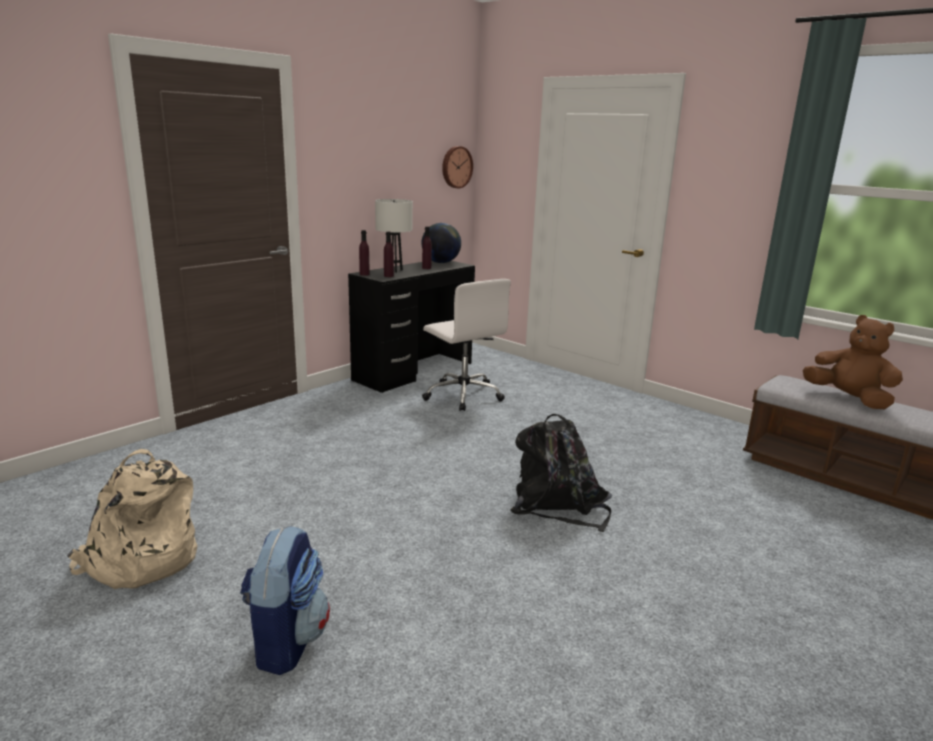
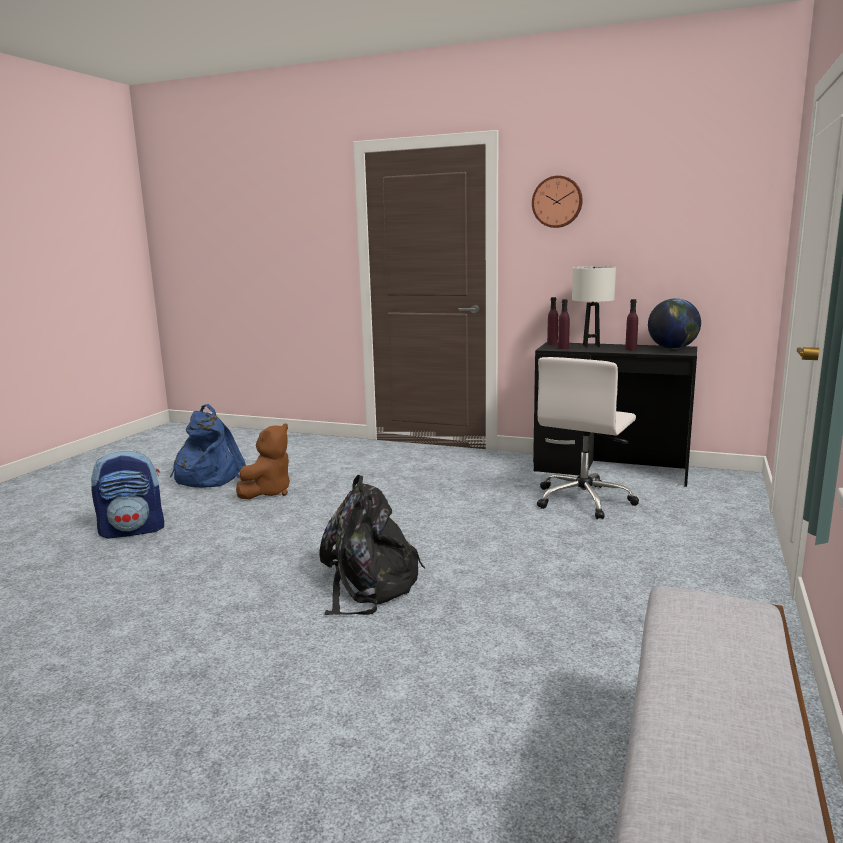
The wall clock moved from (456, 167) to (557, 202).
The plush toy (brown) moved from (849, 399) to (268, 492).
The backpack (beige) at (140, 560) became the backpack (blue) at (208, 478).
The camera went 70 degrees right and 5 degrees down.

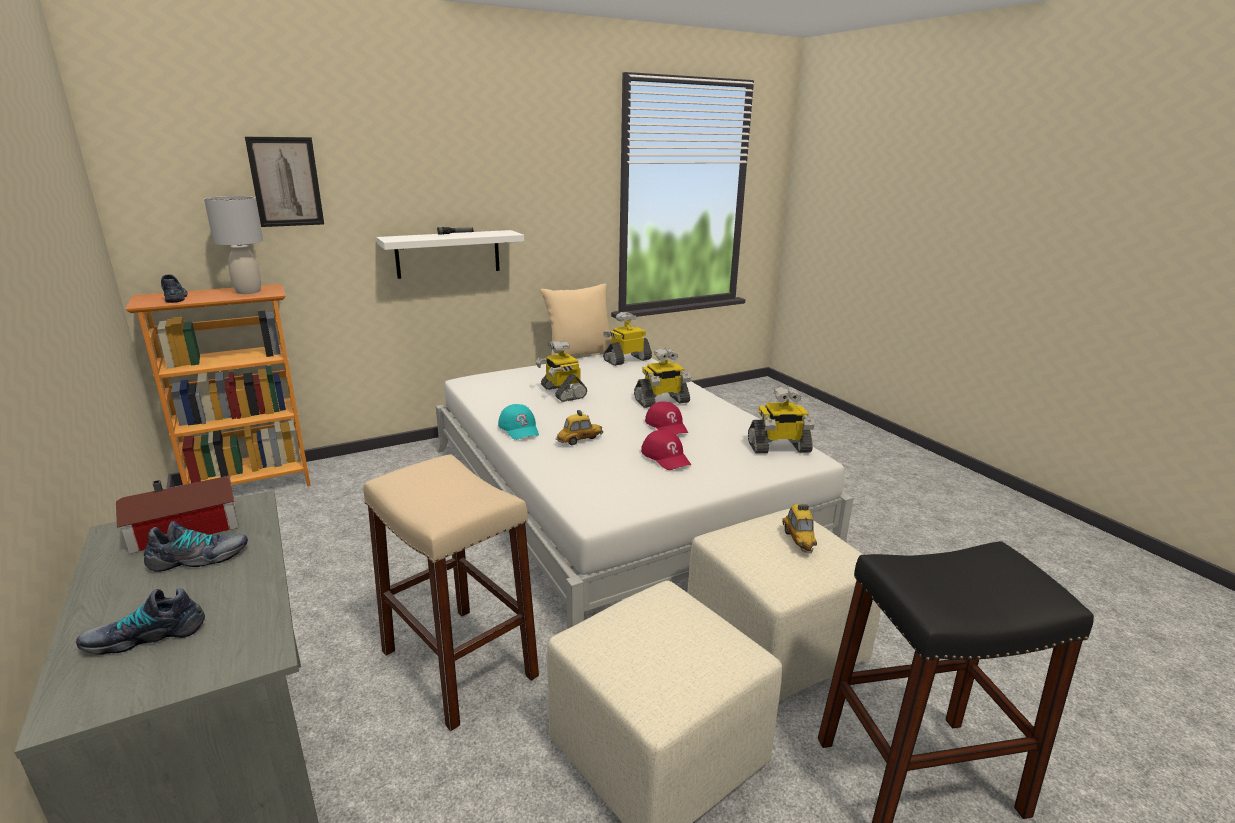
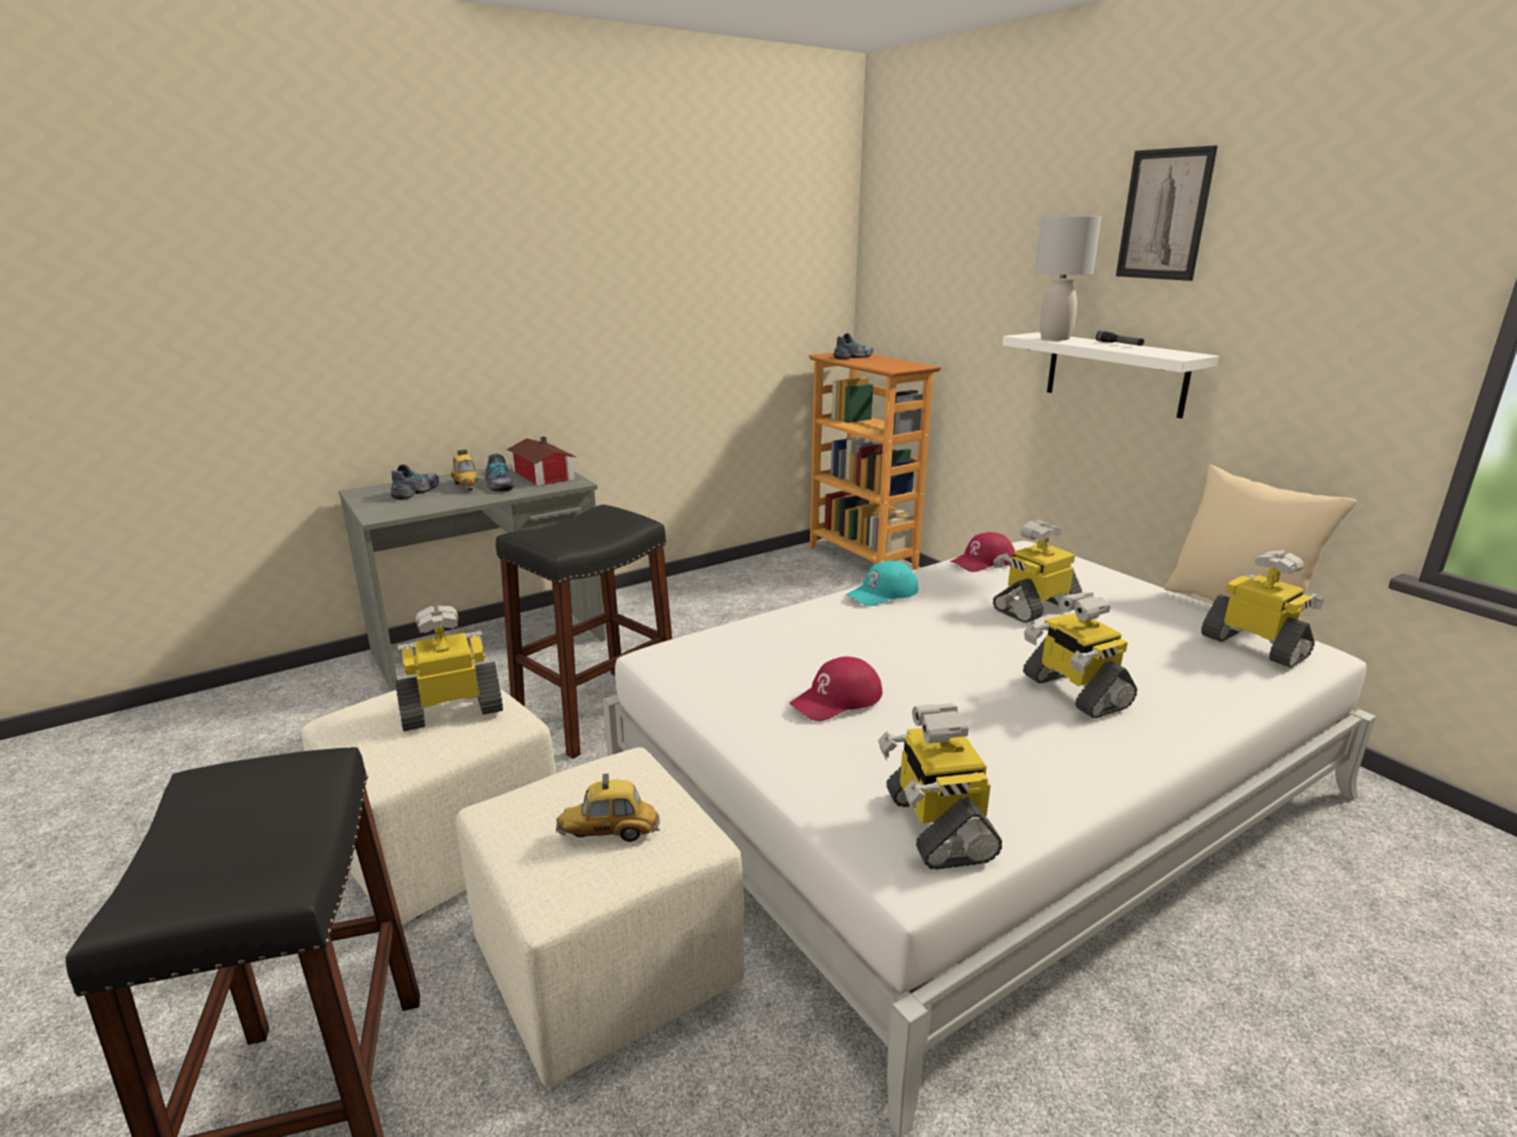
The picture moved from (286, 182) to (1164, 215).
The table lamp (grey) moved from (248, 291) to (1055, 338).
The cap (red) moved from (667, 425) to (983, 561).
The toy car moved from (580, 440) to (466, 486).
The stool (beige) at (458, 663) became the stool (black) at (597, 711).
The shoe at (146, 636) turned 45 degrees clockwise.
The toy robot at (452, 710) appeared.
The camera went 85 degrees right and 0 degrees up.

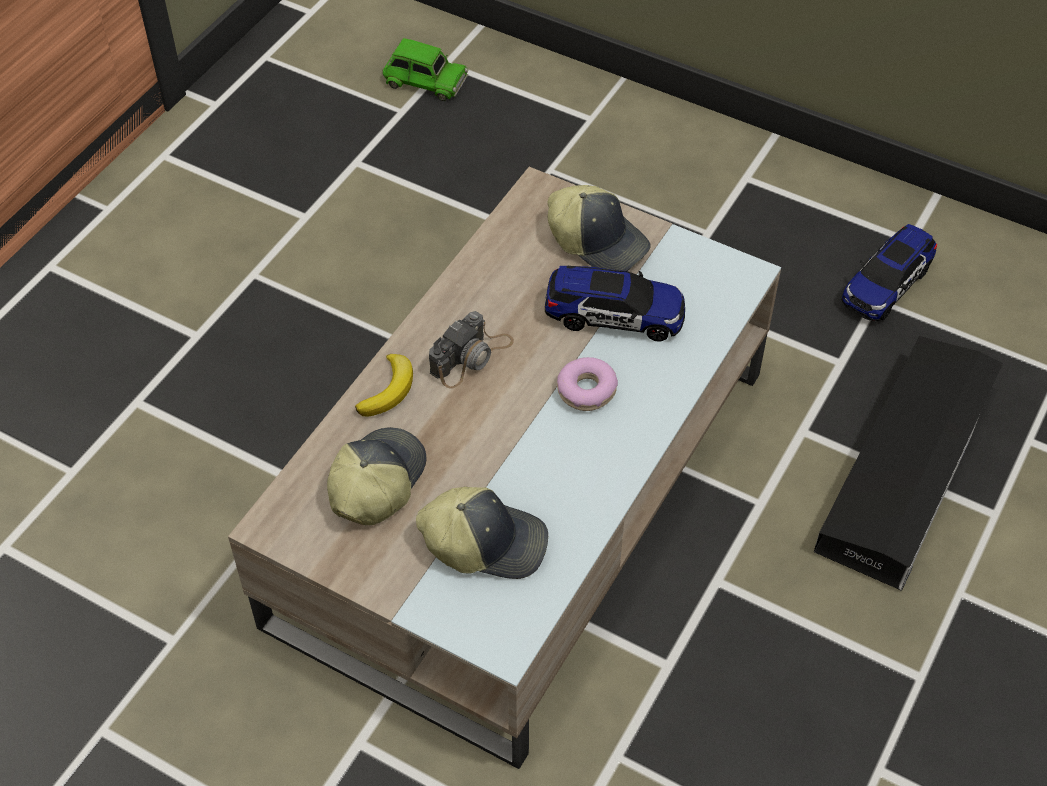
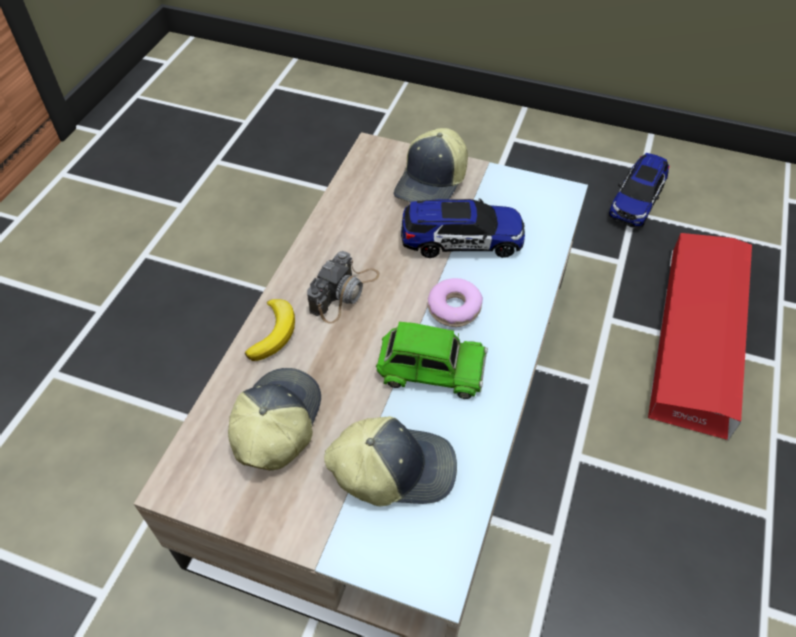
The toy car (green) moved from (424, 80) to (430, 368).
The cap at (598, 241) turned 90 degrees clockwise.
The storage box (black) at (908, 467) became the storage box (red) at (698, 336).
The camera went 10 degrees left and 0 degrees up.

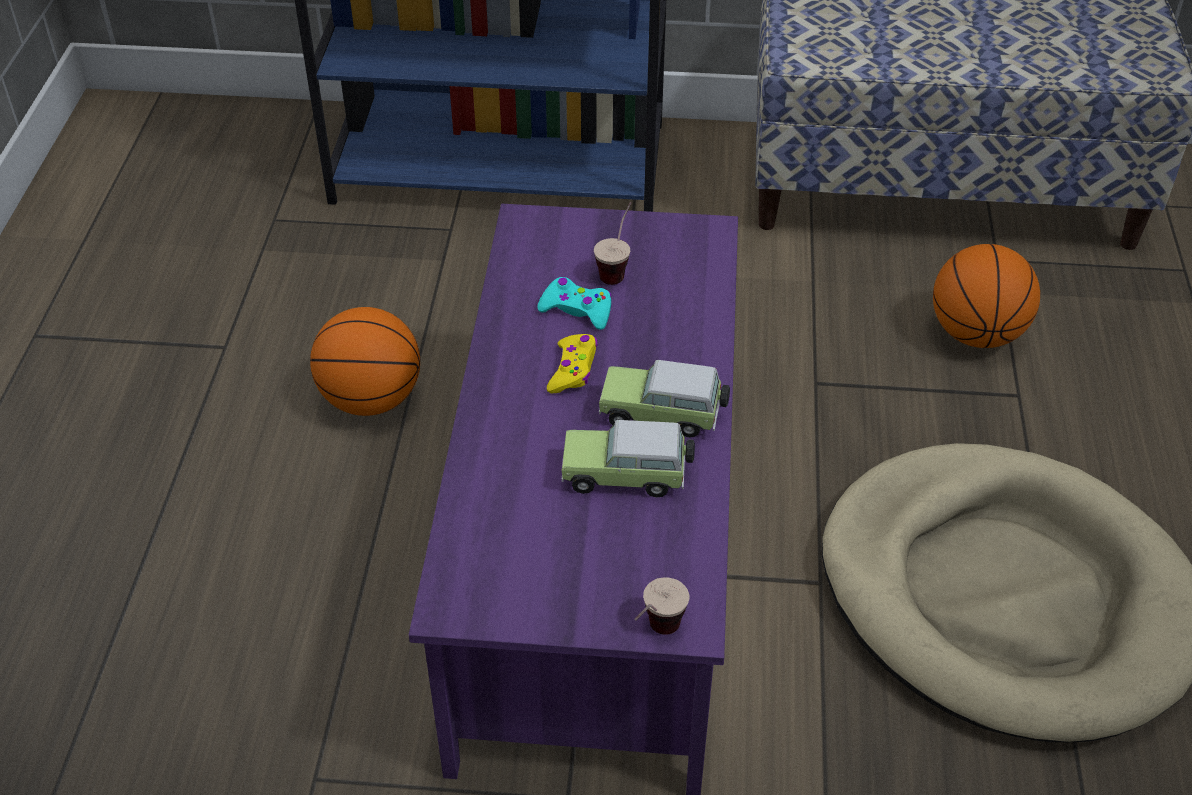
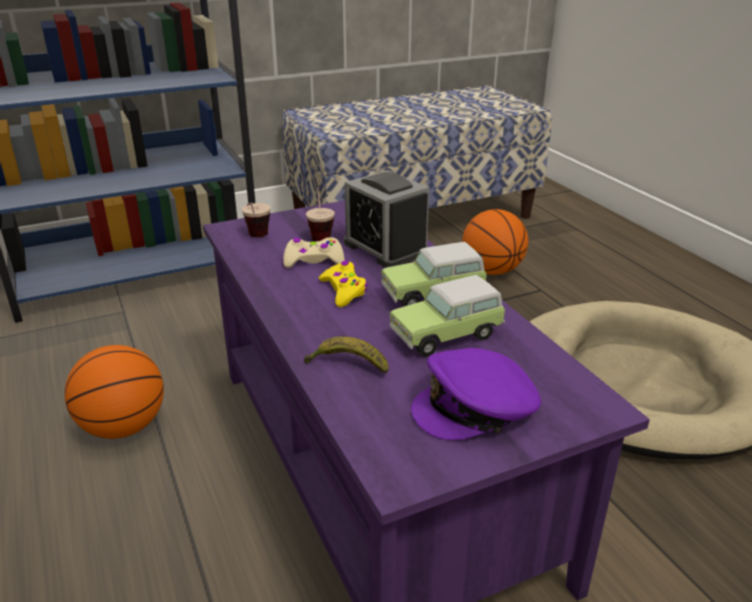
The game controller (turquoise) at (577, 310) became the game controller (beige) at (313, 260).
The cup moved from (655, 636) to (256, 239).
The alarm clock at (386, 248) appeared.
The banana at (347, 365) appeared.
The cap (purple) at (477, 407) appeared.
The camera went 30 degrees left and 15 degrees down.

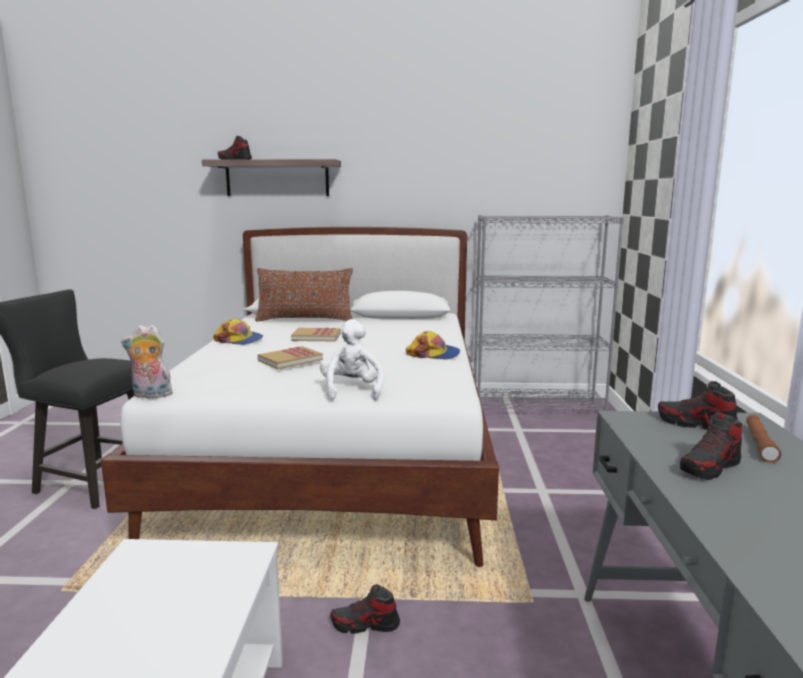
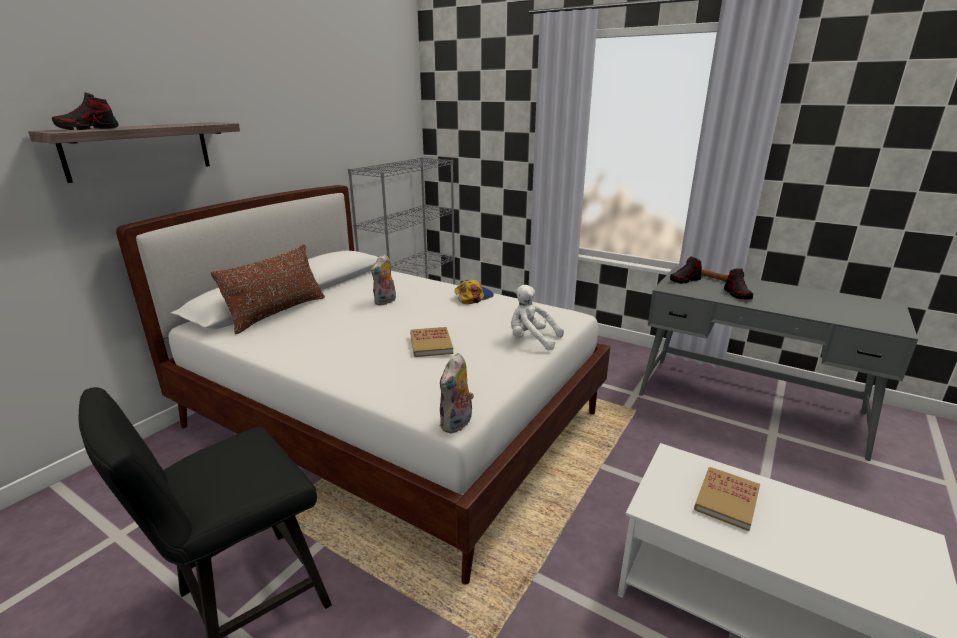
The cap at (239, 340) disappeared.
The book moved from (316, 337) to (726, 500).
The shoe at (365, 625) disappeared.
The plush toy at (385, 302) appeared.
The camera went 60 degrees left and 10 degrees up.

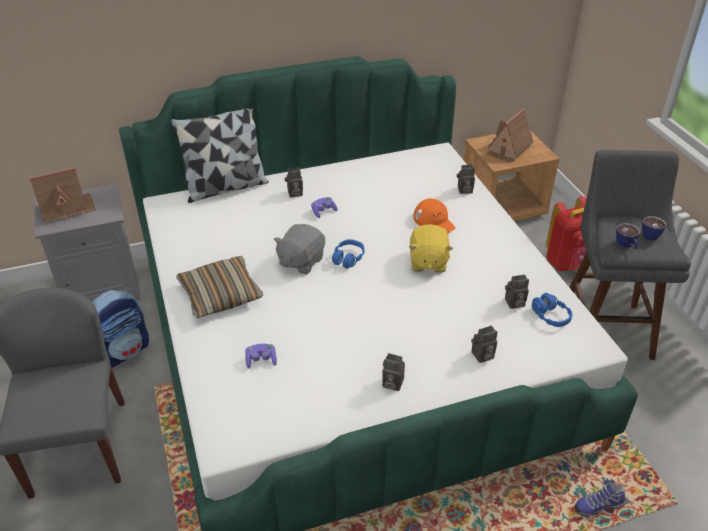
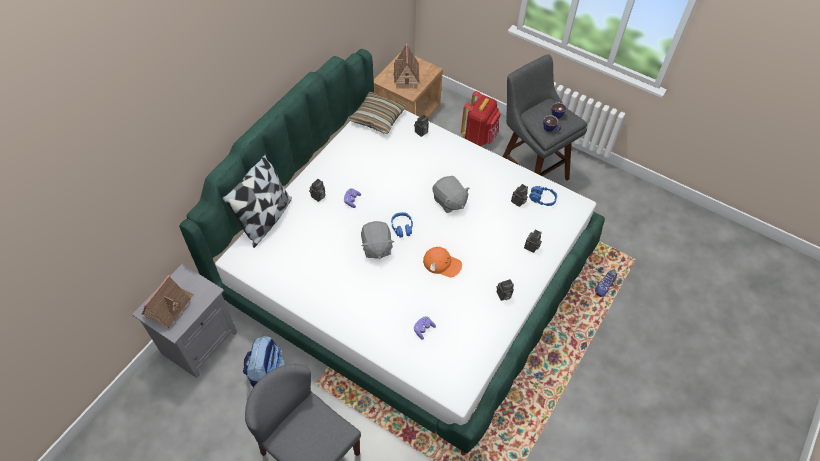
The cap (orange) moved from (434, 222) to (442, 263).
The plush toy (yellow) at (427, 262) became the plush toy (grey) at (449, 201).
The pillow moved from (220, 294) to (378, 118).
The camera went 40 degrees left and 15 degrees up.

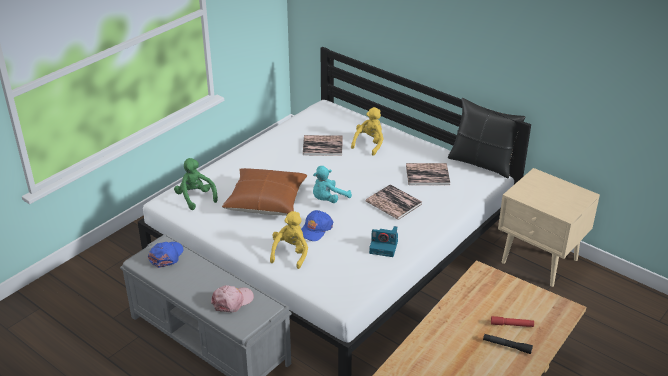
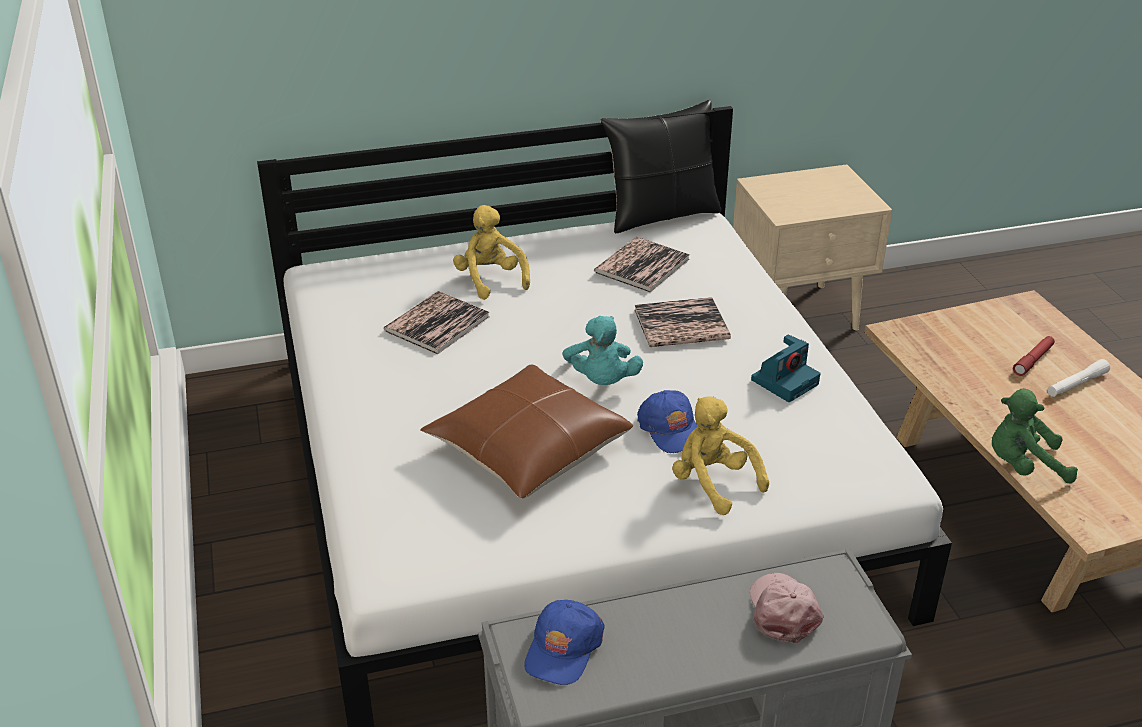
The plush toy (green) moved from (195, 197) to (1023, 466).
The cap (blue) at (166, 256) turned 120 degrees counterclockwise.
The flashlight (black) at (507, 346) became the flashlight (white) at (1076, 384).
The camera went 55 degrees left and 0 degrees up.

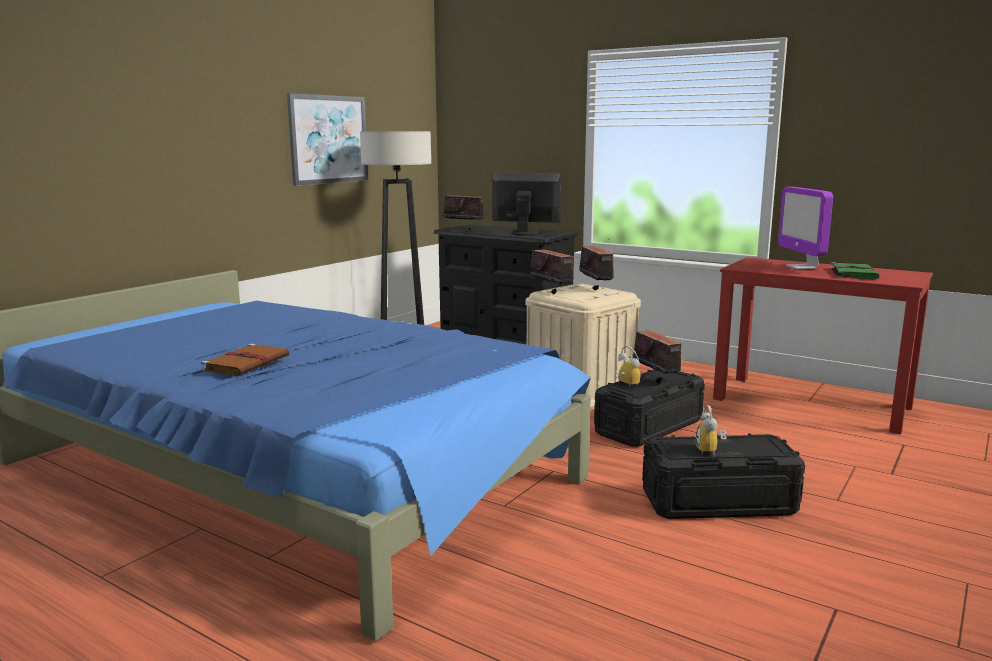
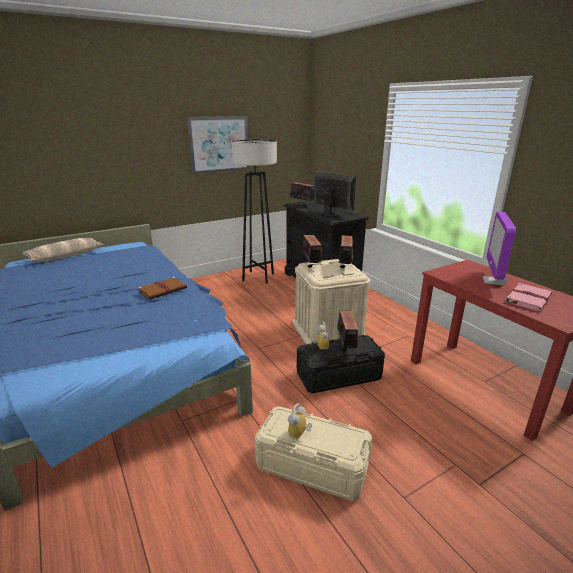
The book (green) at (853, 274) became the book (pink) at (528, 298).
The book (brown) moved from (247, 363) to (163, 289).
The storage box (black) at (718, 502) became the storage box (beige) at (312, 466).
The pillow at (65, 256) appeared.
The camera went 25 degrees right and 10 degrees up.

